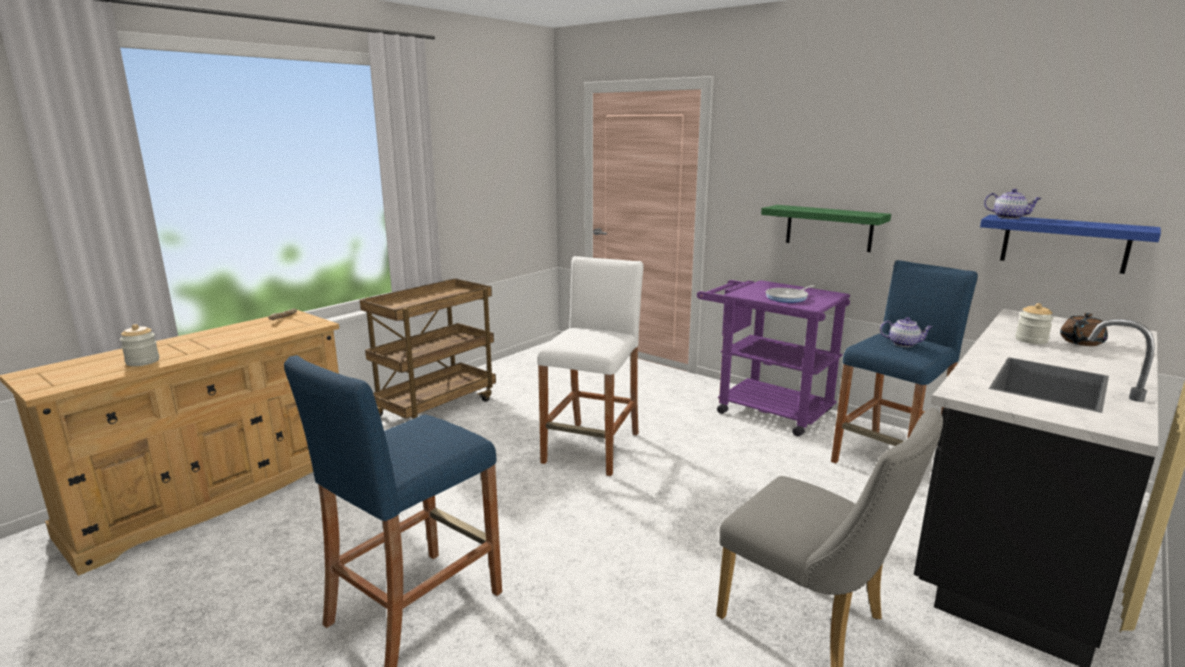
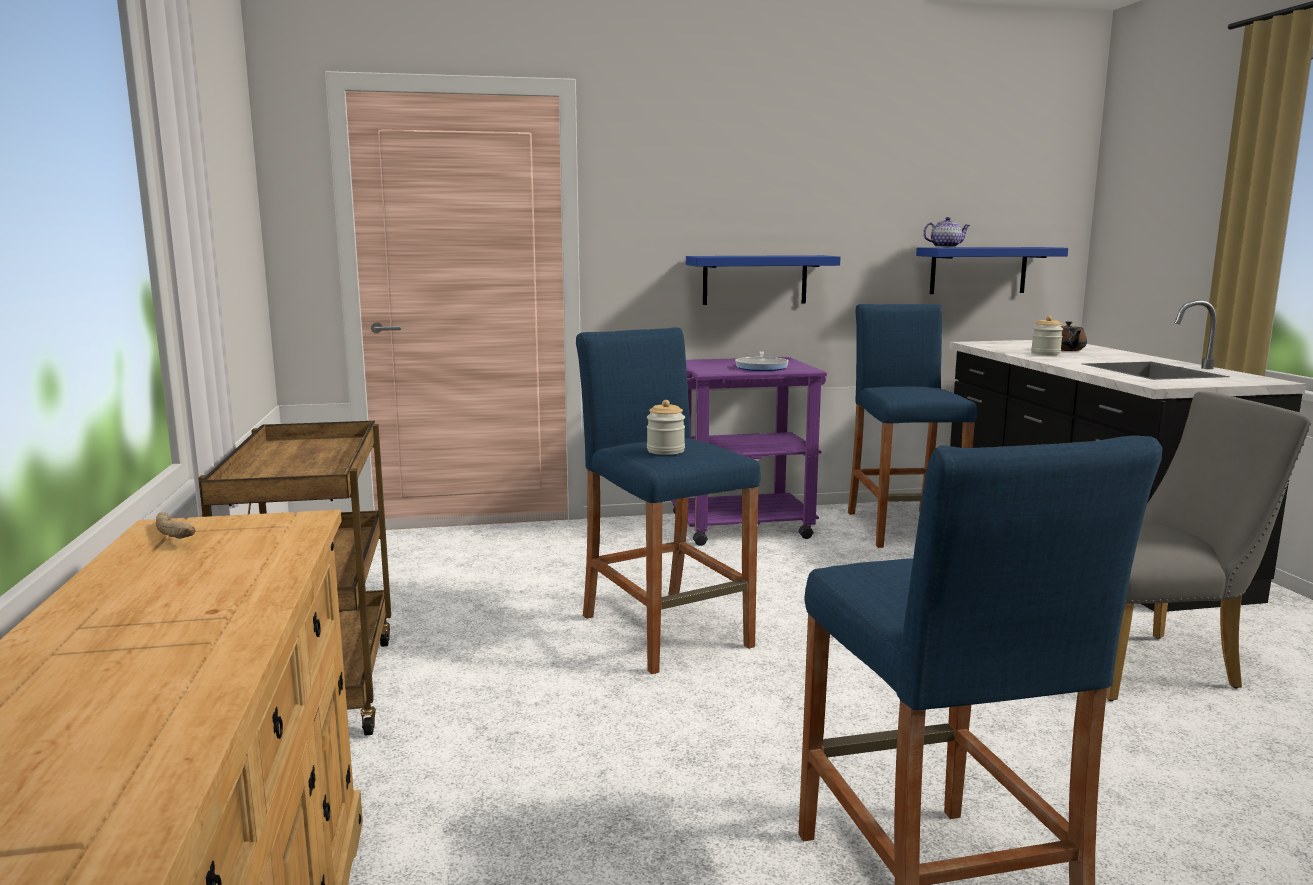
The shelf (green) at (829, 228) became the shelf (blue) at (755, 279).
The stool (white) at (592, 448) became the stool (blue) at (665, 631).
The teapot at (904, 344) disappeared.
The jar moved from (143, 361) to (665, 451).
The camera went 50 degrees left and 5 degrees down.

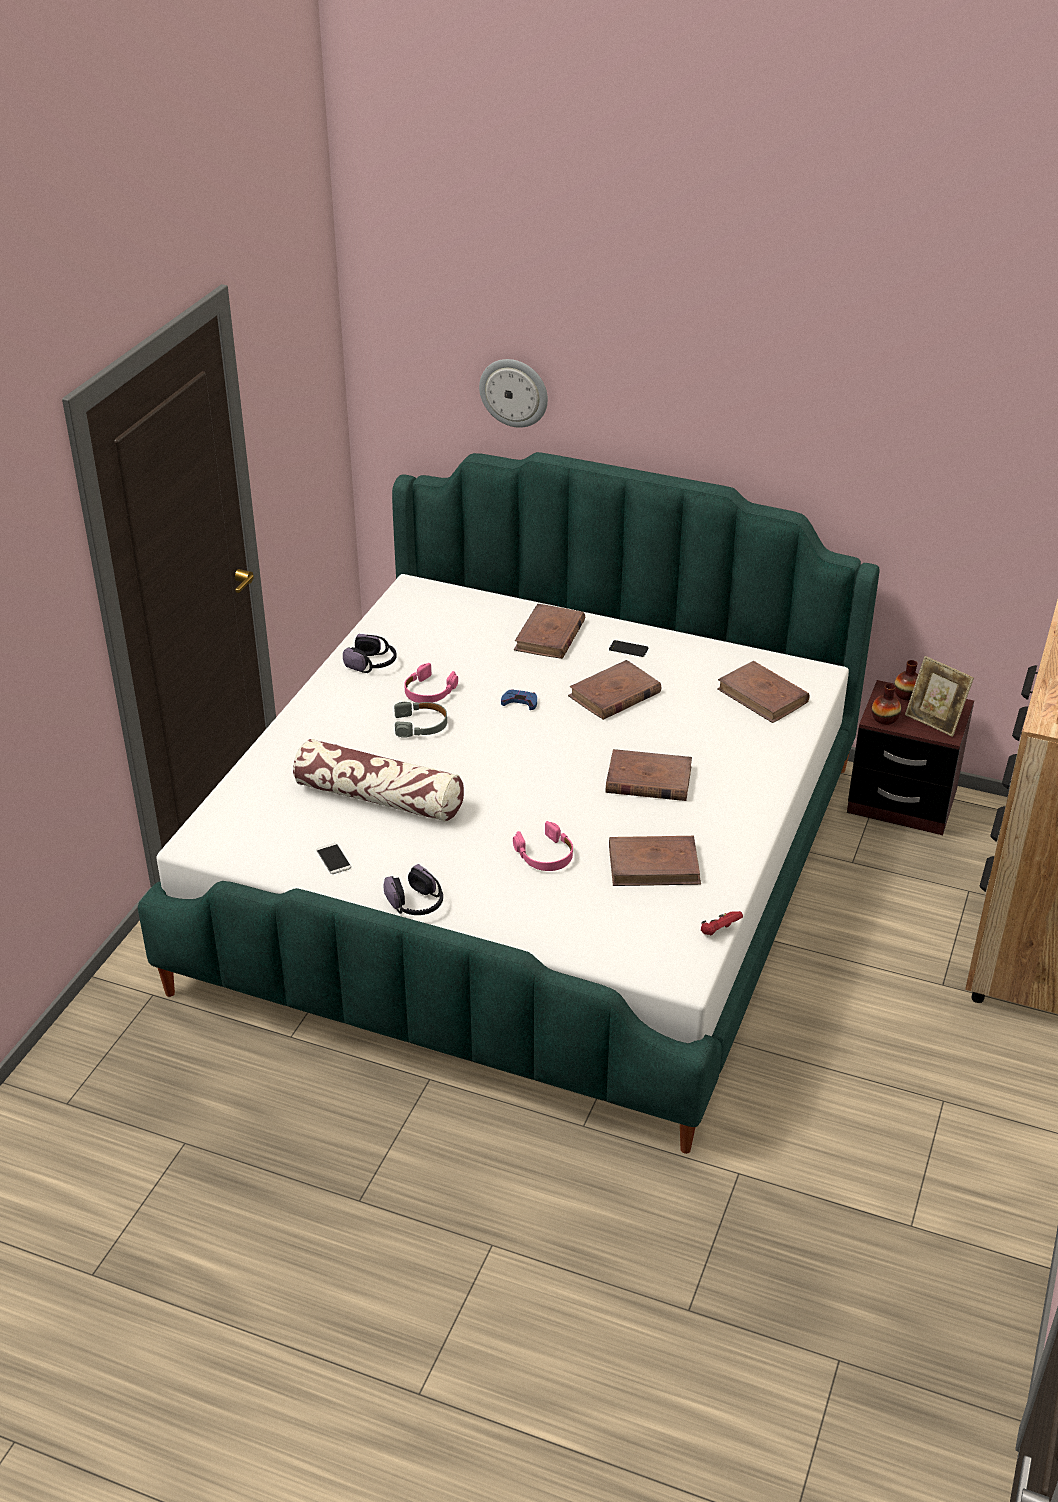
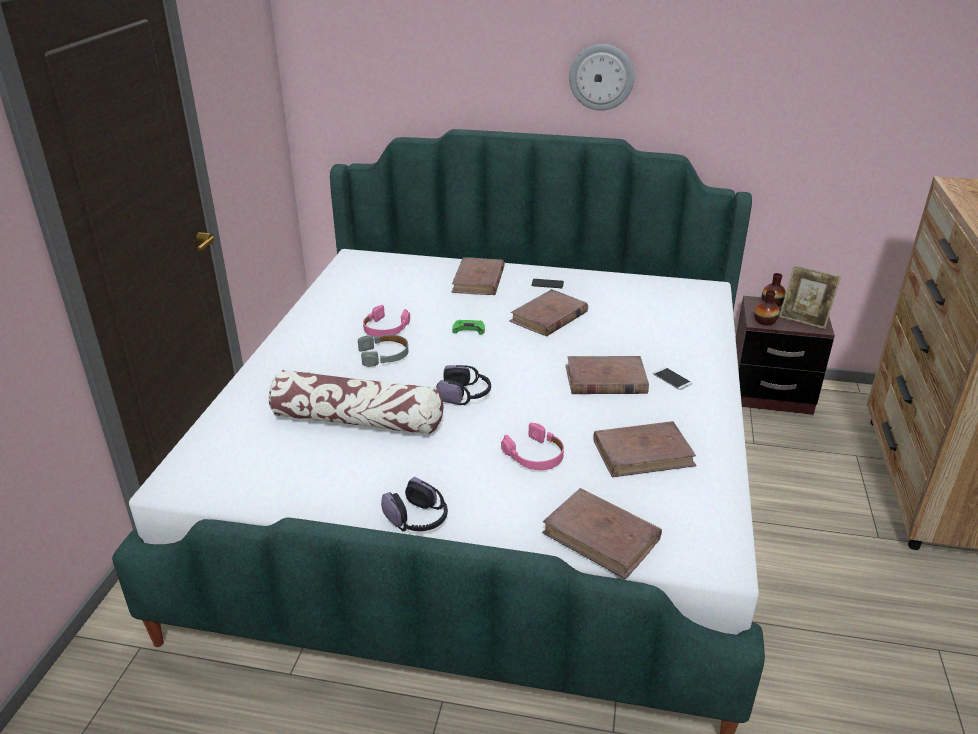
The wall clock moved from (514, 392) to (601, 77).
The headphones moved from (372, 664) to (465, 395).
The book (brown) moved from (763, 696) to (601, 536).
The game controller (blue) at (520, 702) became the game controller (green) at (469, 329).
The phone moved from (333, 859) to (672, 379).
The game controller (red) at (719, 931) disappeared.
The camera went 10 degrees left and 5 degrees down.

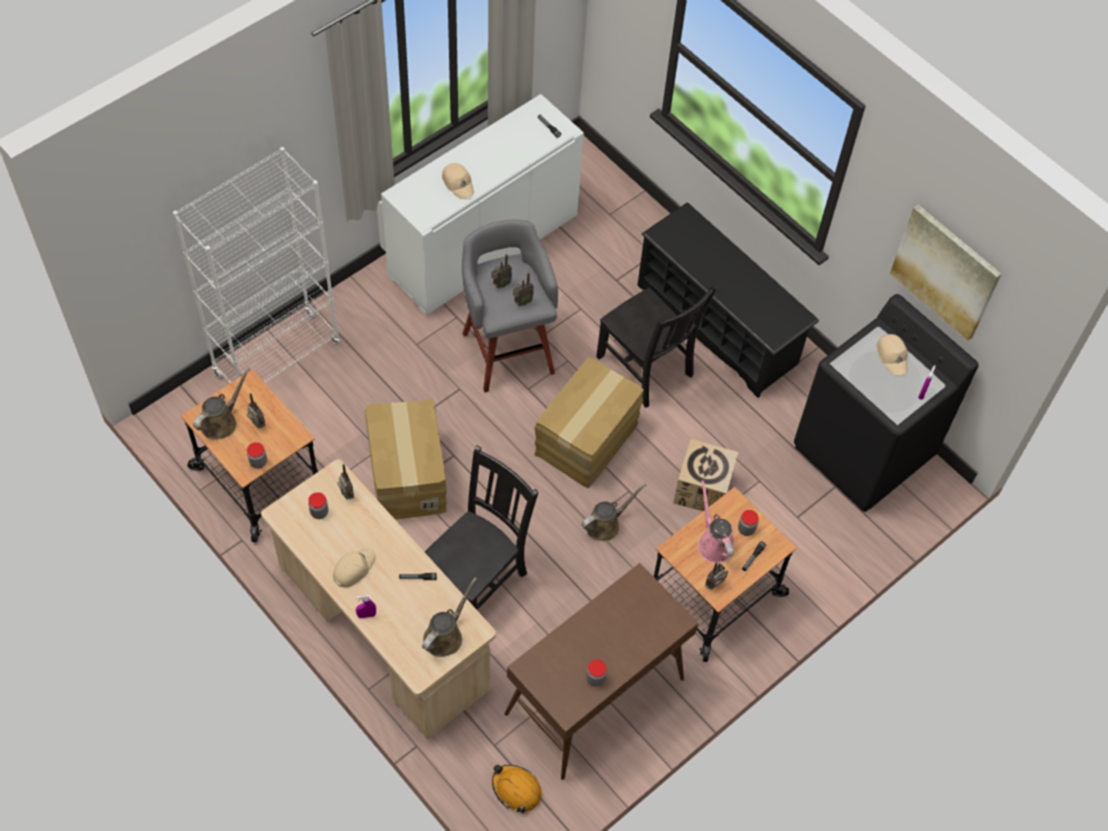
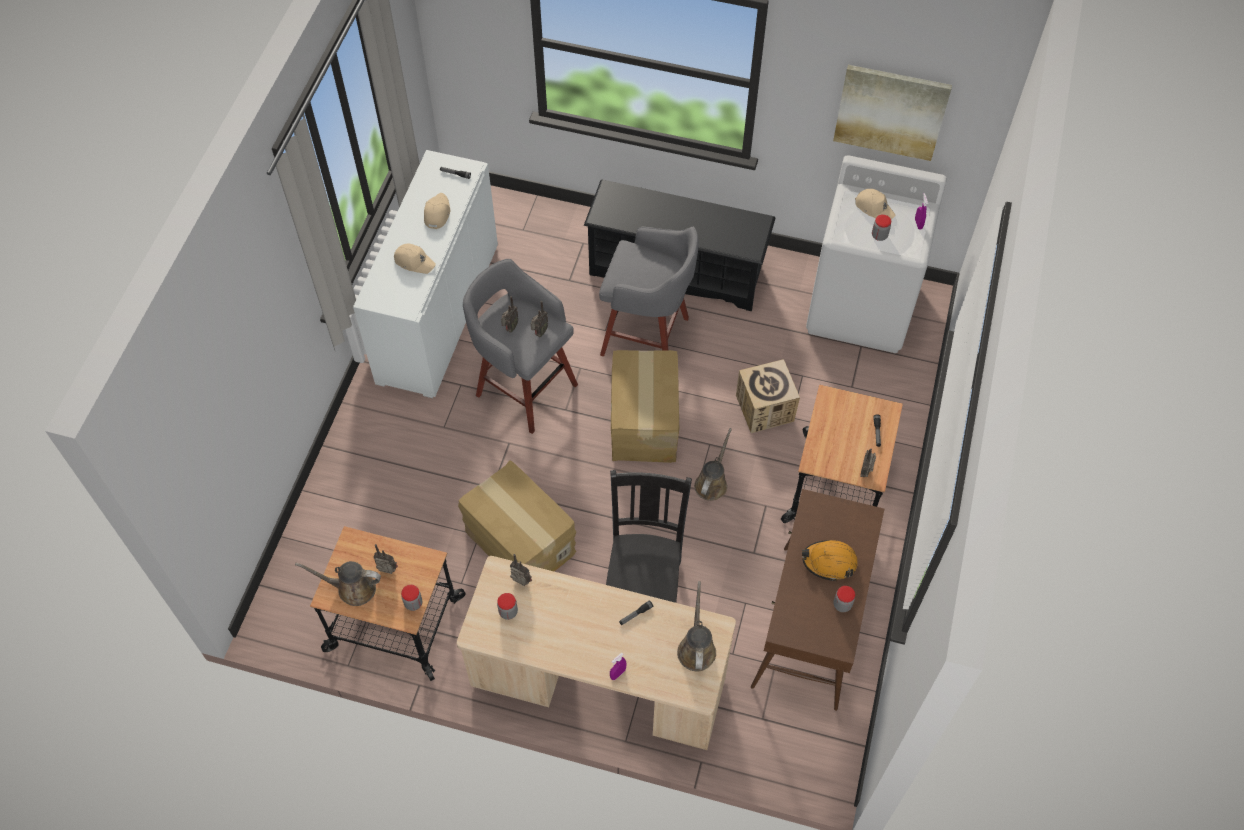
The bookcase (white) at (277, 359) disappeared.
The chair (black) at (646, 368) was replaced by the stool (grey) at (648, 337).
The washing machine (black) at (863, 452) became the washing machine (white) at (861, 307).
The watering can (brown) at (221, 422) turned 90 degrees counterclockwise.
The watering can (pink) at (714, 542) disappeared.
The jar moved from (746, 529) to (879, 235).
The cap (beige) moved from (353, 568) to (437, 213).
The hard hat (orange) moved from (516, 789) to (829, 562).
The camera went 30 degrees left and 0 degrees up.

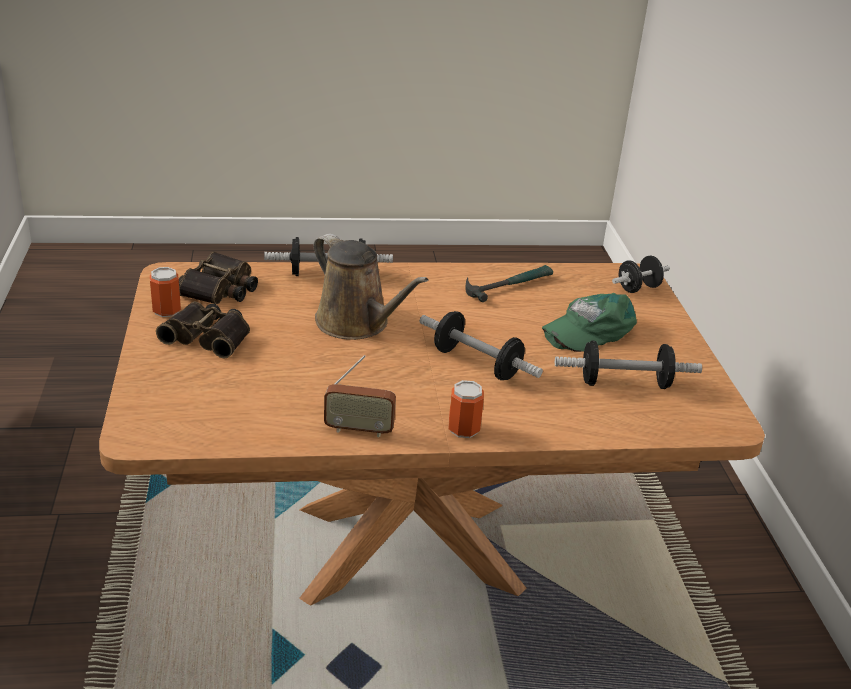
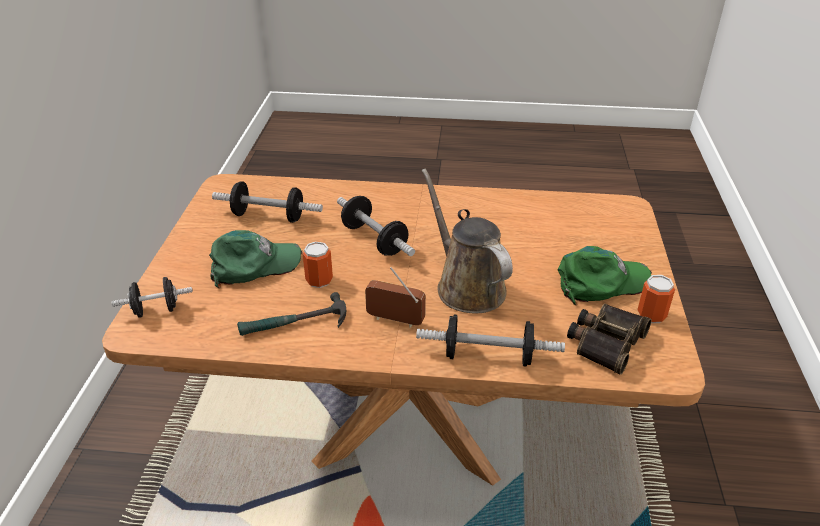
The binoculars at (209, 336) was replaced by the cap (green) at (601, 282).
The radio moved from (359, 429) to (395, 320).
The can moved from (463, 429) to (319, 280).
The camera went 165 degrees left and 5 degrees up.

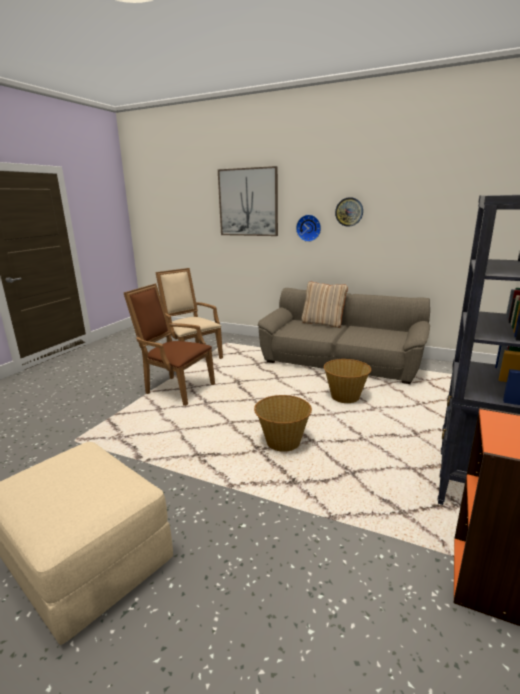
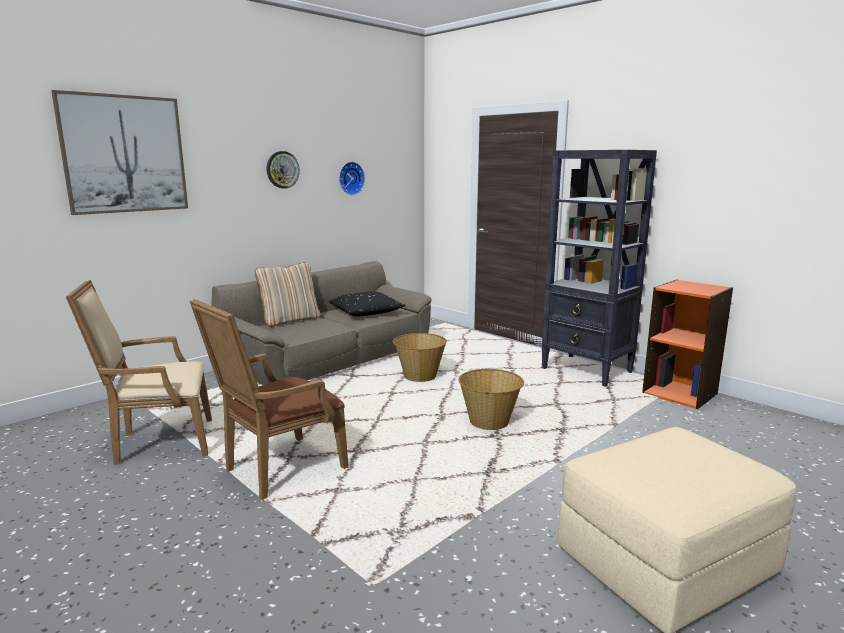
The wall clock moved from (309, 228) to (350, 178).
The pillow (black) at (366, 312) appeared.
The camera went 70 degrees left and 5 degrees down.

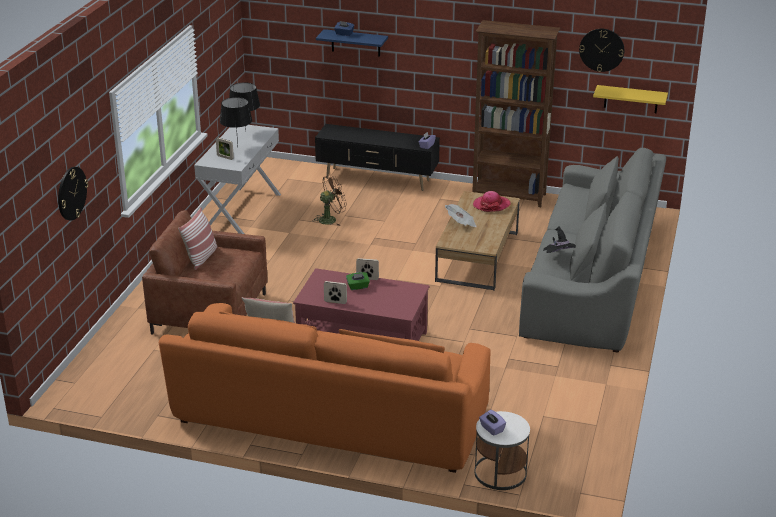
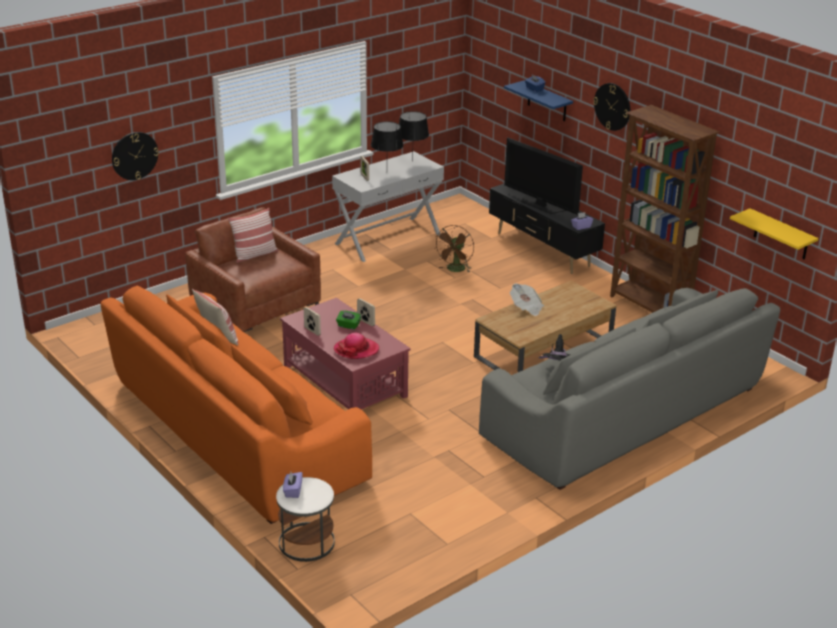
The wall clock moved from (601, 49) to (612, 106).
The fan (brown) at (331, 219) turned 105 degrees clockwise.
The hat moved from (491, 205) to (356, 350).
The television at (541, 205) appeared.
The camera went 35 degrees right and 0 degrees up.

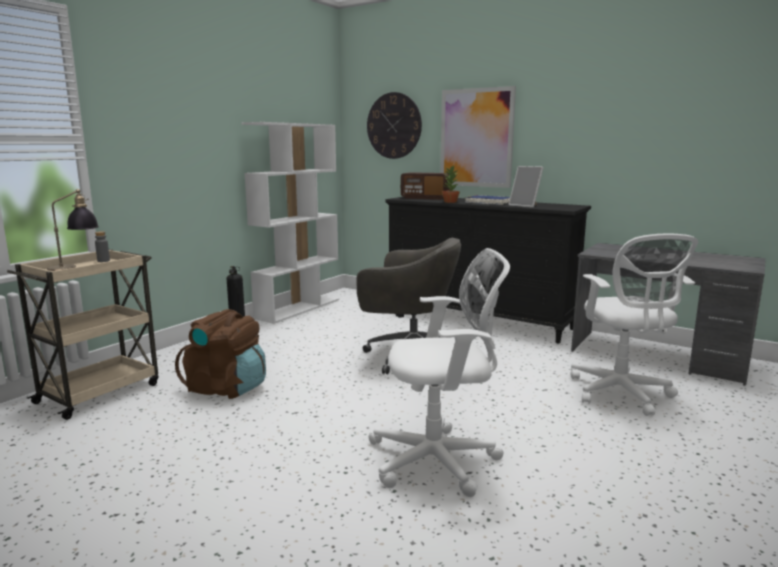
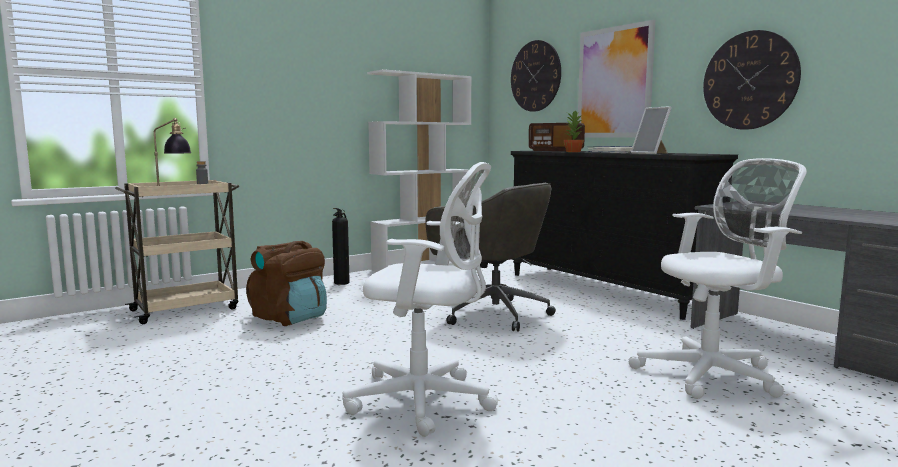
The office chair (white) at (621, 394) turned 120 degrees counterclockwise.
The wall clock at (749, 80) appeared.
The camera went 20 degrees right and 5 degrees down.

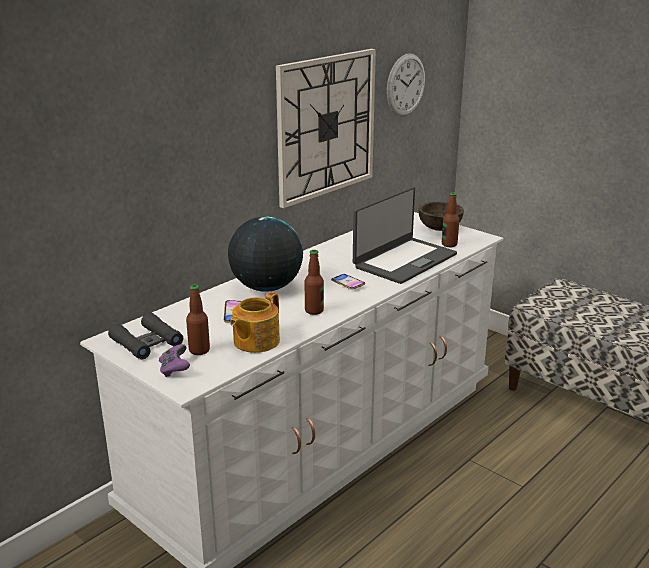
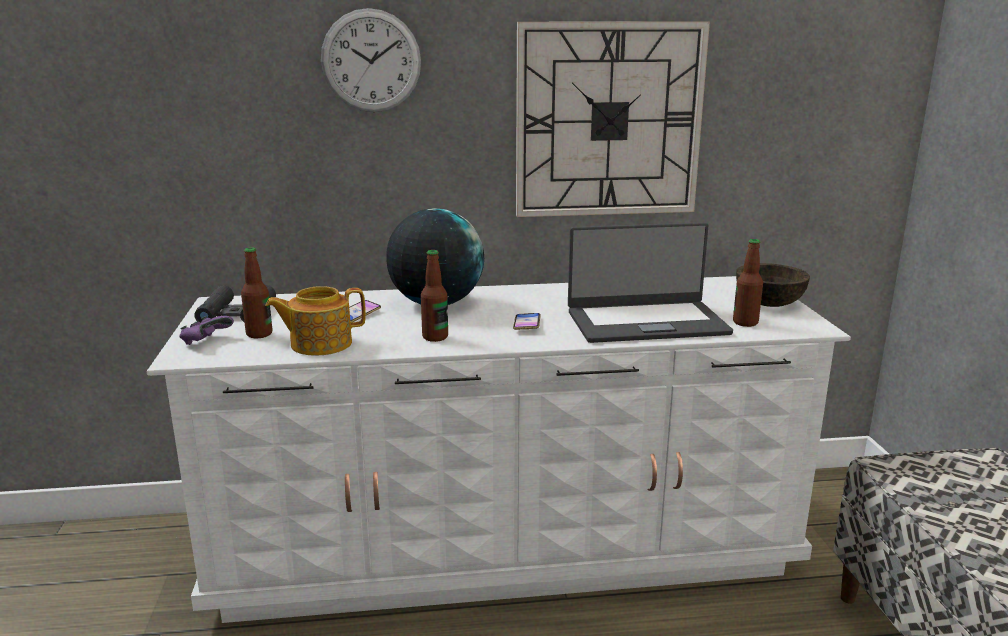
The wall clock moved from (405, 85) to (371, 61).
The camera went 40 degrees right and 5 degrees down.

